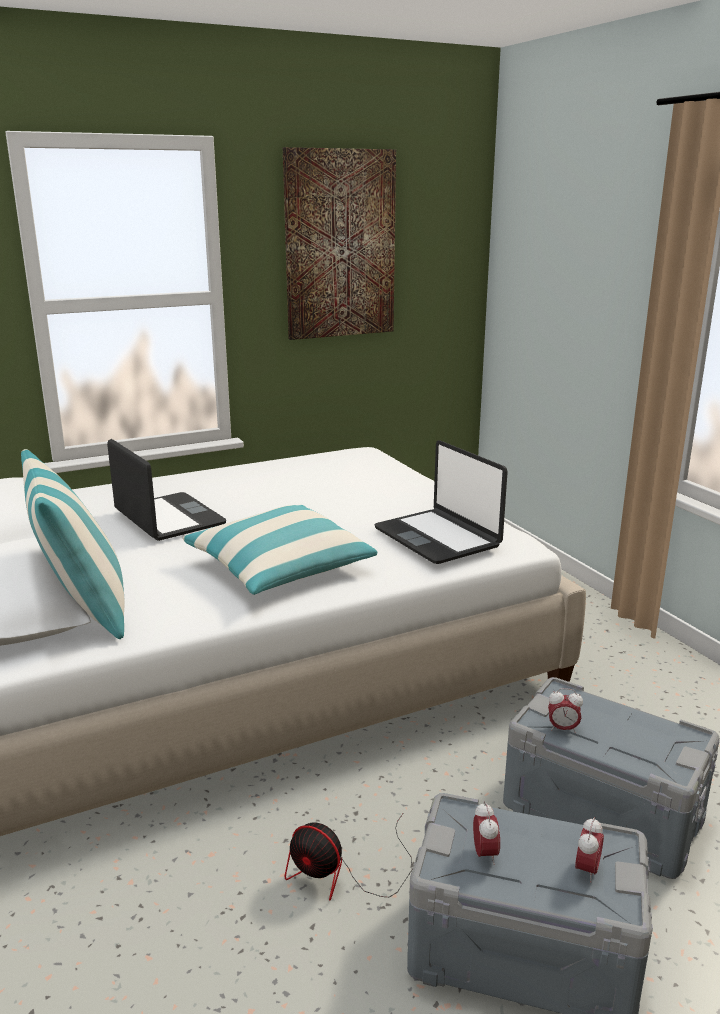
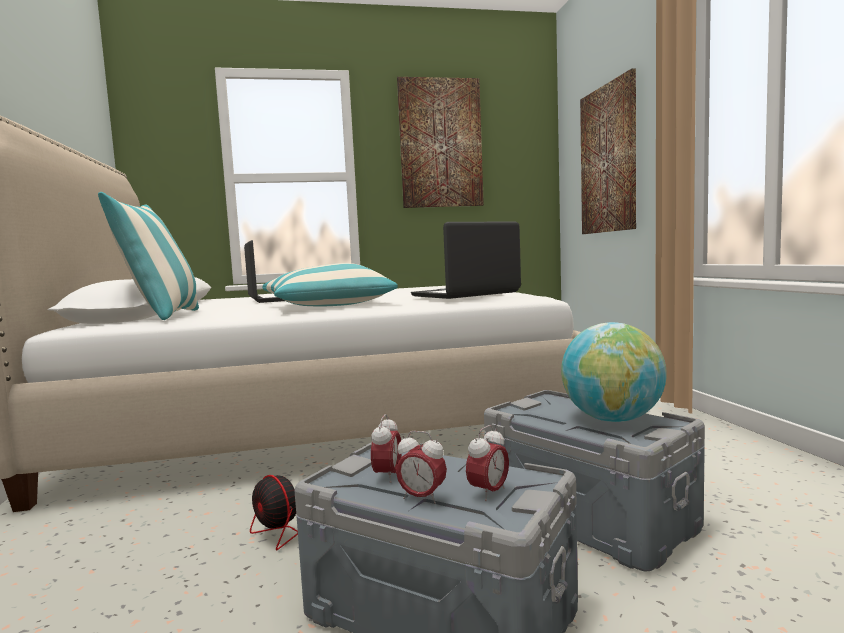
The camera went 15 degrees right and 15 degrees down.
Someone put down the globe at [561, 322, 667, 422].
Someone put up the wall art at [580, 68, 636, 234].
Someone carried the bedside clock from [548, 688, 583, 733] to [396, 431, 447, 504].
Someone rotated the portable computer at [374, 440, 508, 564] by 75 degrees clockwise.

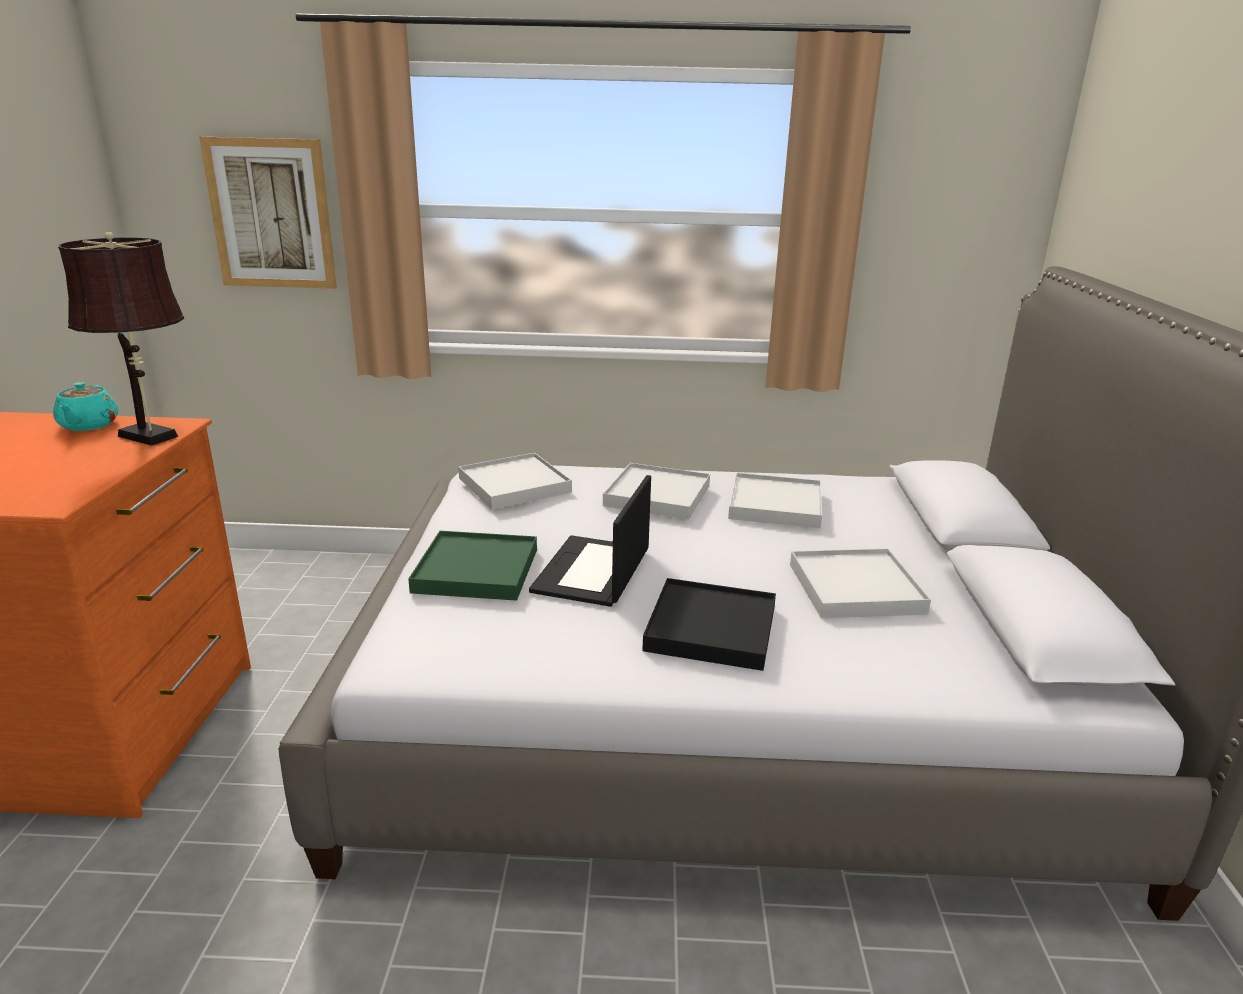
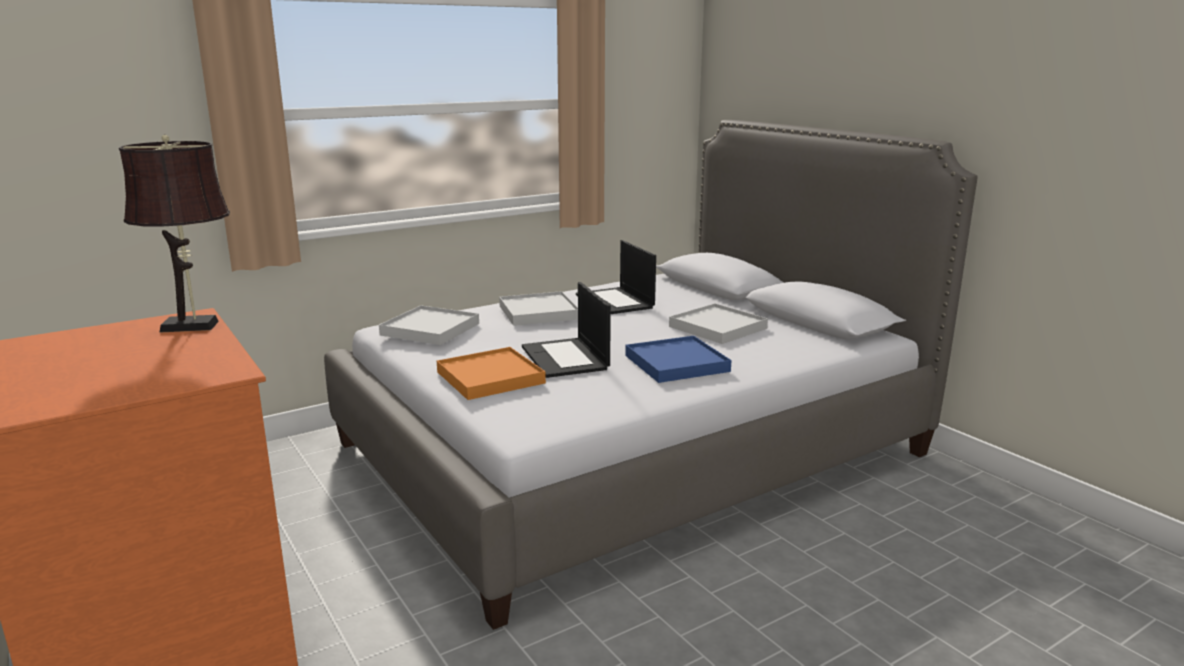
The camera went 35 degrees left and 5 degrees down.
Someone took away the pot for tea (turquoise) at [53, 382, 118, 431].
Someone took away the wall art at [199, 137, 337, 289].
Someone swapped the serving tray (white) at [728, 473, 822, 528] for the portable computer at [576, 240, 656, 314].
Someone repainted the serving tray (green-coloured) at [408, 531, 537, 601], which became the serving tray (orangey) at [437, 347, 546, 400].
Someone repainted the serving tray (black-coloured) at [642, 578, 776, 671], which became the serving tray (blue) at [625, 336, 732, 383].

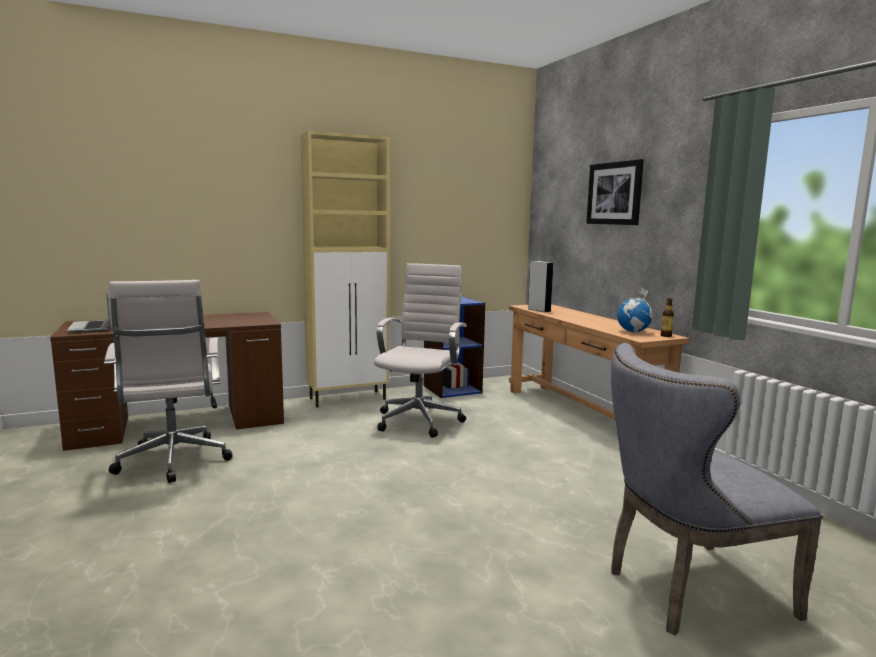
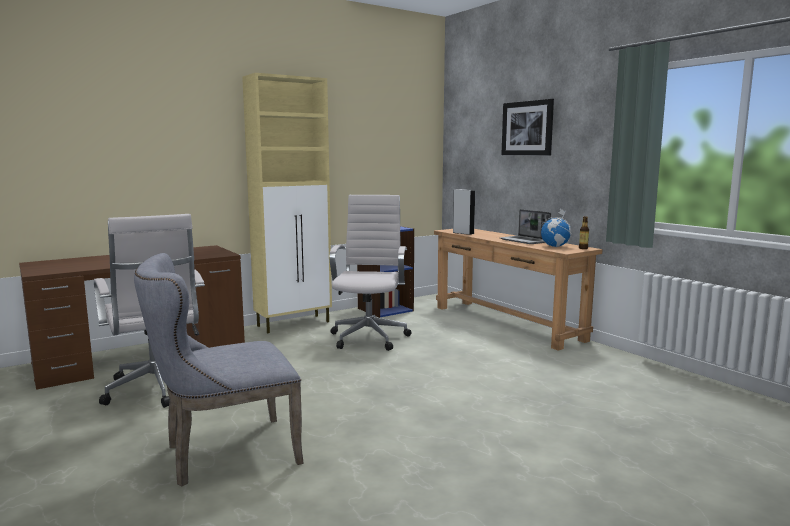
The camera went 10 degrees left and 0 degrees up.
Someone carried the portable computer from [67, 288, 112, 333] to [500, 209, 551, 244].
Someone carried the chair (greyish) from [611, 343, 823, 636] to [134, 253, 304, 487].

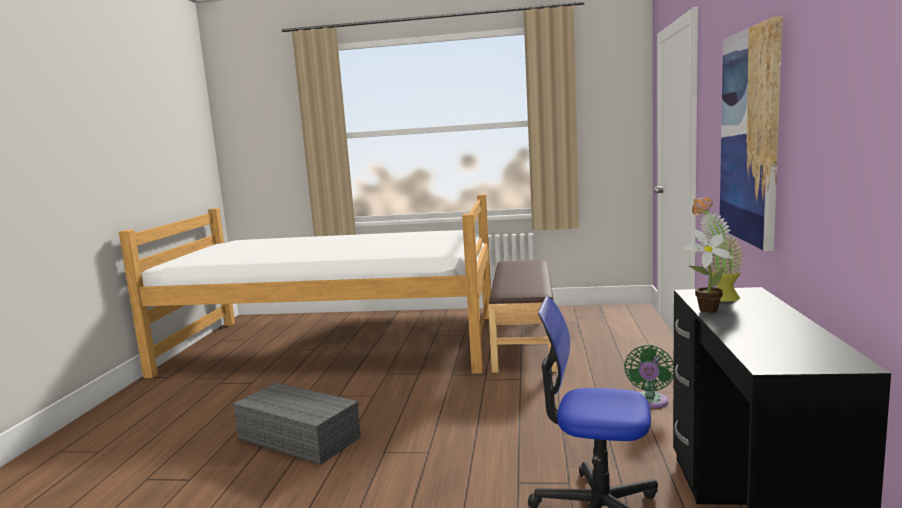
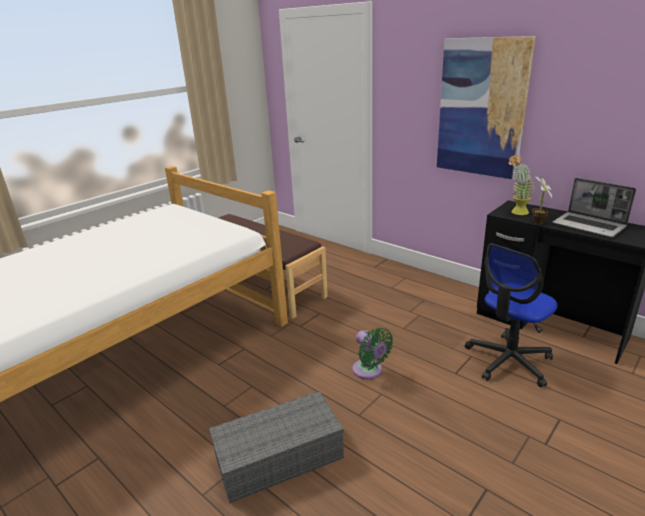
The camera went 55 degrees left and 15 degrees up.
Someone put down the portable computer at [552, 178, 636, 237].
Someone carried the electric fan (green-coloured) from [624, 345, 674, 408] to [352, 328, 393, 379].

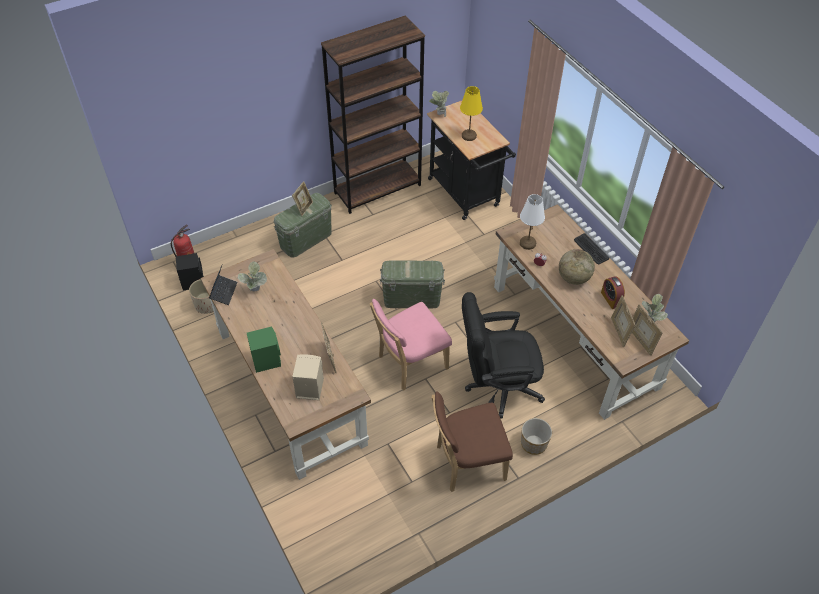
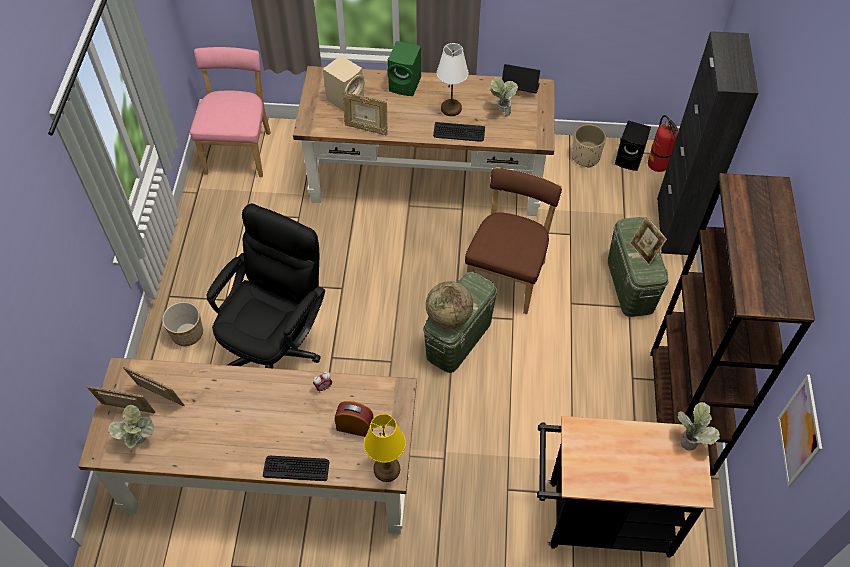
The camera went 125 degrees right and 5 degrees up.
Someone put down the keyboard at [433, 122, 485, 142].
Someone put down the cabinet (black-coloured) at [657, 31, 758, 255].
Someone put up the wall art at [778, 375, 822, 487].
Someone carried the chair (pinkish) from [370, 299, 452, 390] to [190, 47, 271, 177].
Someone carried the chair (brown-coloured) from [432, 391, 513, 492] to [465, 167, 562, 314].
Someone carried the table lamp (yellow-coloured) from [460, 86, 483, 141] to [364, 414, 406, 482].
Someone carried the table lamp (white) from [520, 194, 545, 250] to [437, 43, 468, 116].
Someone carried the globe from [559, 249, 595, 285] to [426, 281, 473, 329].
Someone carried the bedside clock from [601, 276, 625, 309] to [335, 401, 373, 437].
Someone rotated the portable computer at [209, 265, 238, 305] by 150 degrees clockwise.

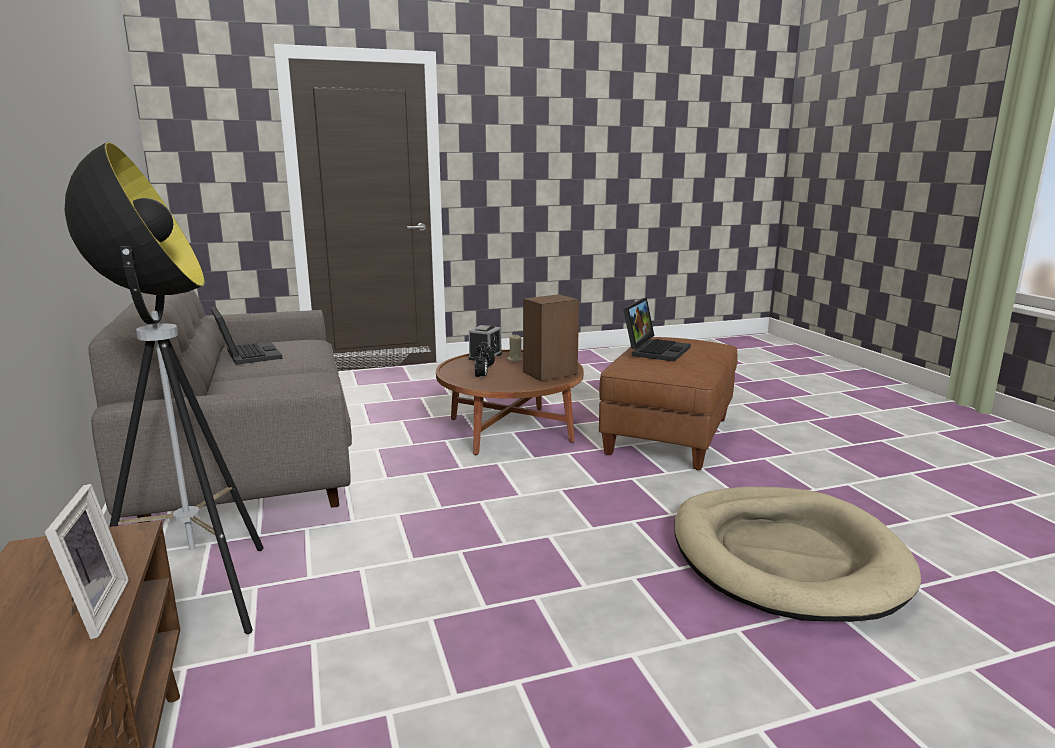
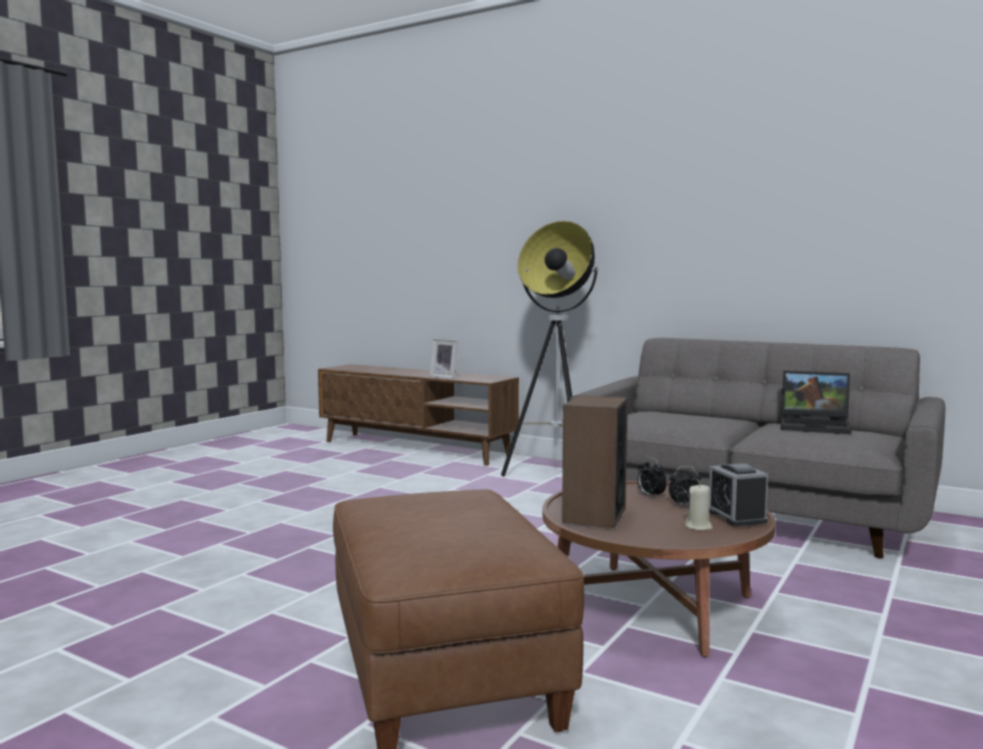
The camera went 140 degrees right and 10 degrees down.
Someone took away the portable computer at [623, 298, 691, 362].
Someone took away the pet bed (sand-coloured) at [674, 487, 921, 622].

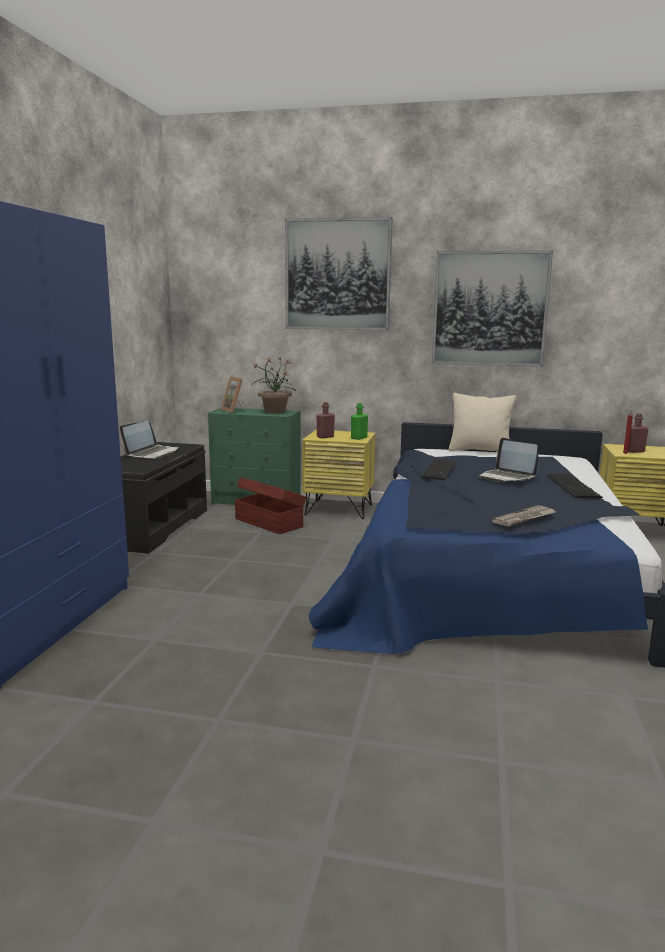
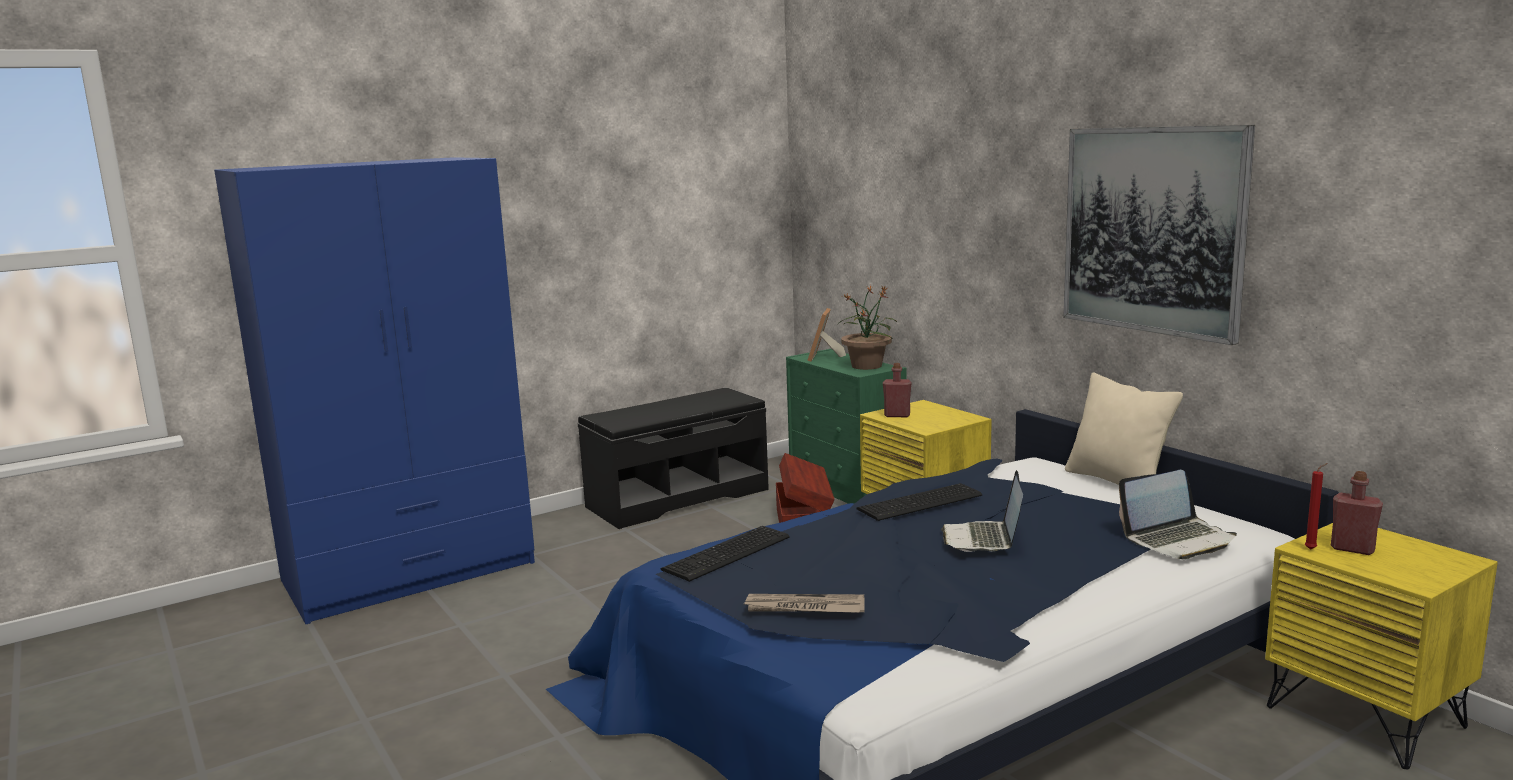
The camera went 45 degrees right and 0 degrees up.
Someone took away the wall art at [285, 217, 393, 331].
Someone took away the drink bottle (green-coloured) at [351, 403, 368, 440].
Someone carried the portable computer from [120, 421, 178, 459] to [1119, 470, 1237, 559].
Someone carried the keyboard from [547, 474, 603, 498] to [661, 526, 790, 582].

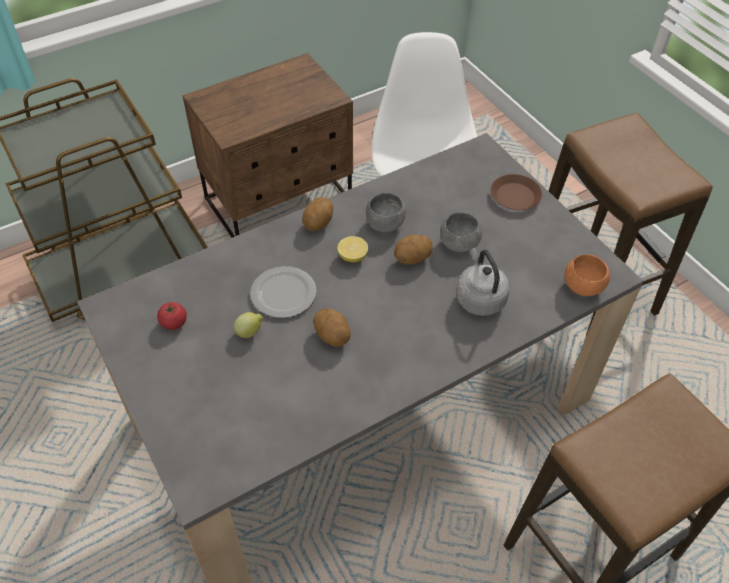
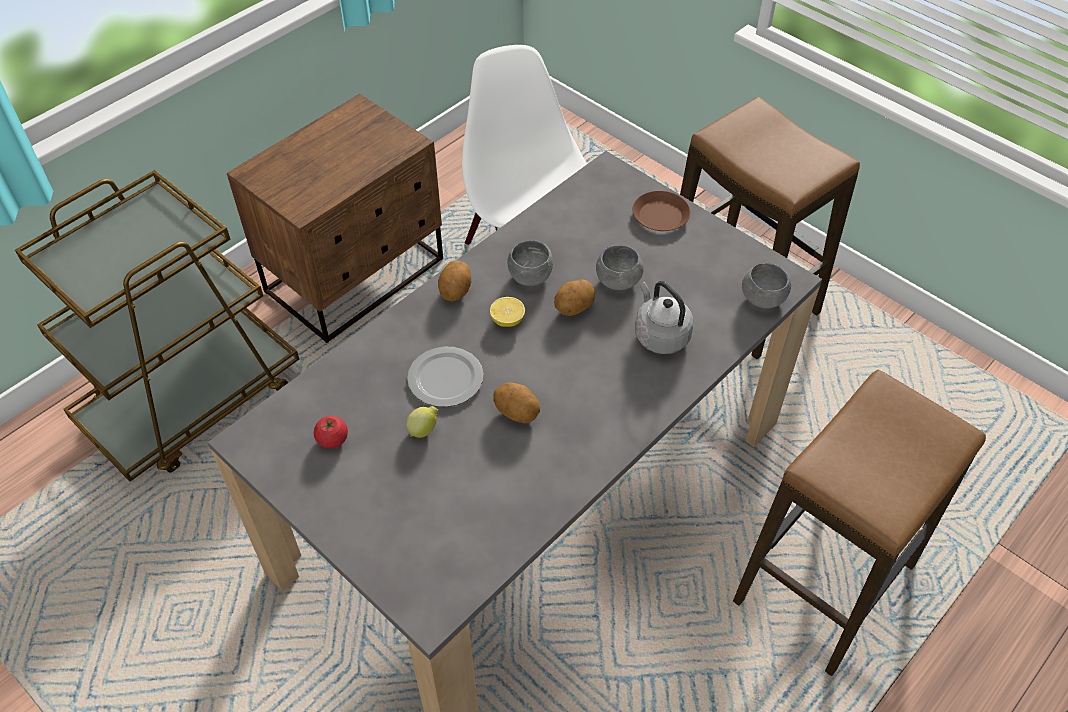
The camera went 15 degrees left and 0 degrees up.
Someone repainted the bowl (orangey) at [564, 254, 610, 296], which became the bowl (greyish) at [742, 263, 791, 309].

